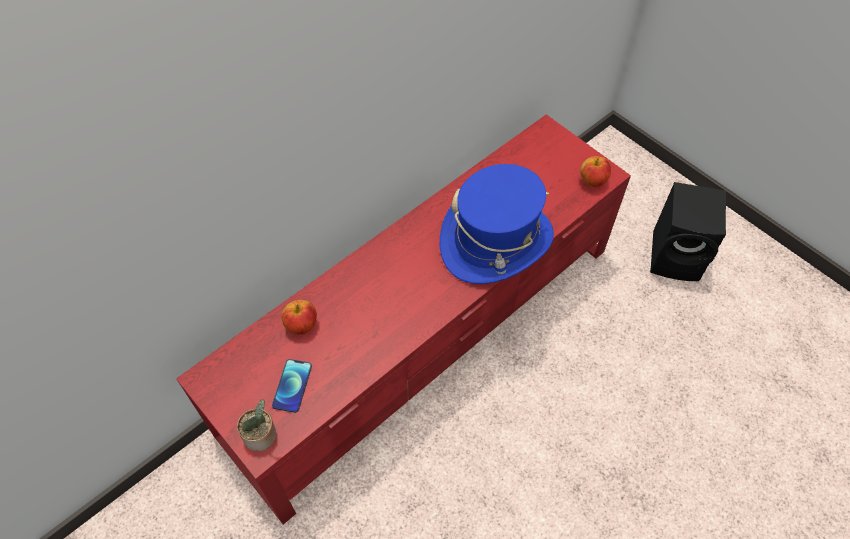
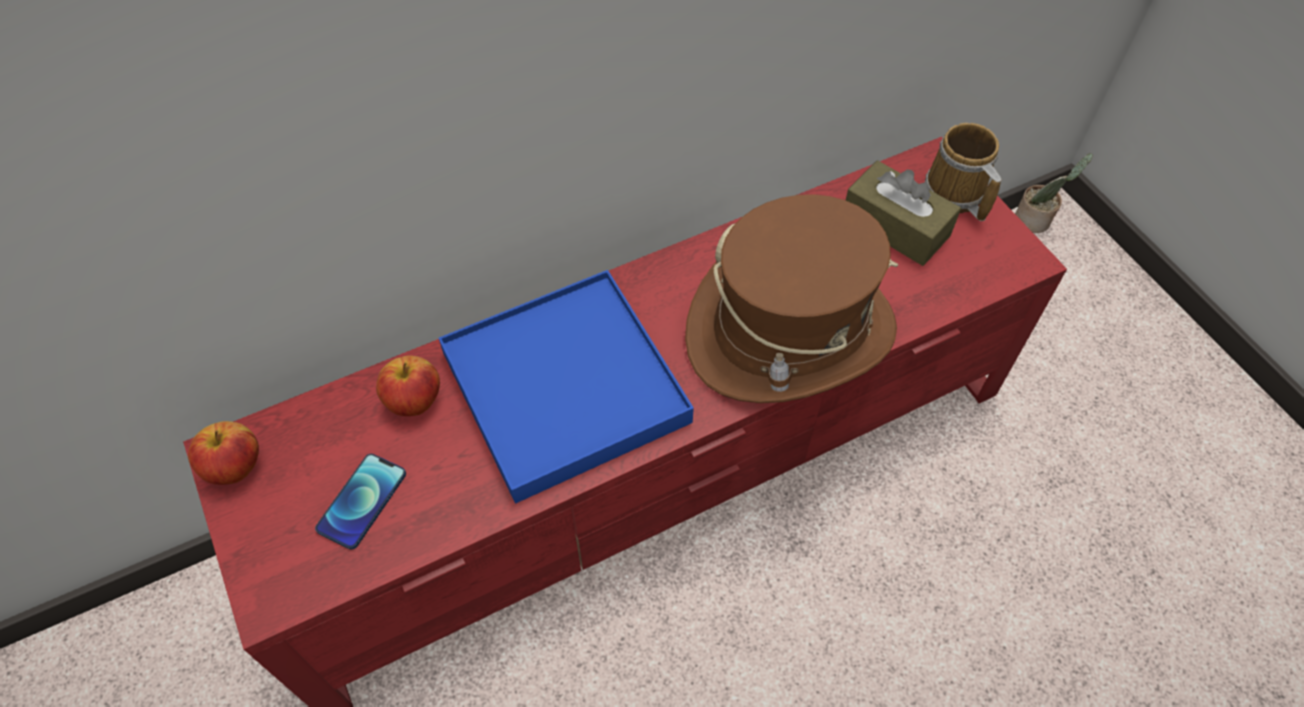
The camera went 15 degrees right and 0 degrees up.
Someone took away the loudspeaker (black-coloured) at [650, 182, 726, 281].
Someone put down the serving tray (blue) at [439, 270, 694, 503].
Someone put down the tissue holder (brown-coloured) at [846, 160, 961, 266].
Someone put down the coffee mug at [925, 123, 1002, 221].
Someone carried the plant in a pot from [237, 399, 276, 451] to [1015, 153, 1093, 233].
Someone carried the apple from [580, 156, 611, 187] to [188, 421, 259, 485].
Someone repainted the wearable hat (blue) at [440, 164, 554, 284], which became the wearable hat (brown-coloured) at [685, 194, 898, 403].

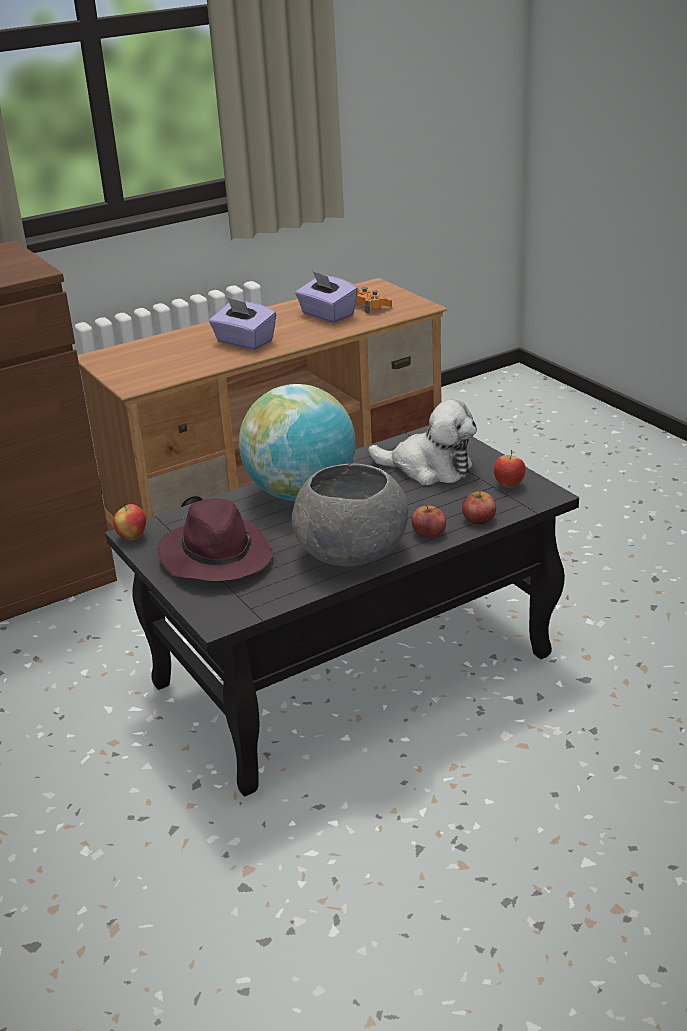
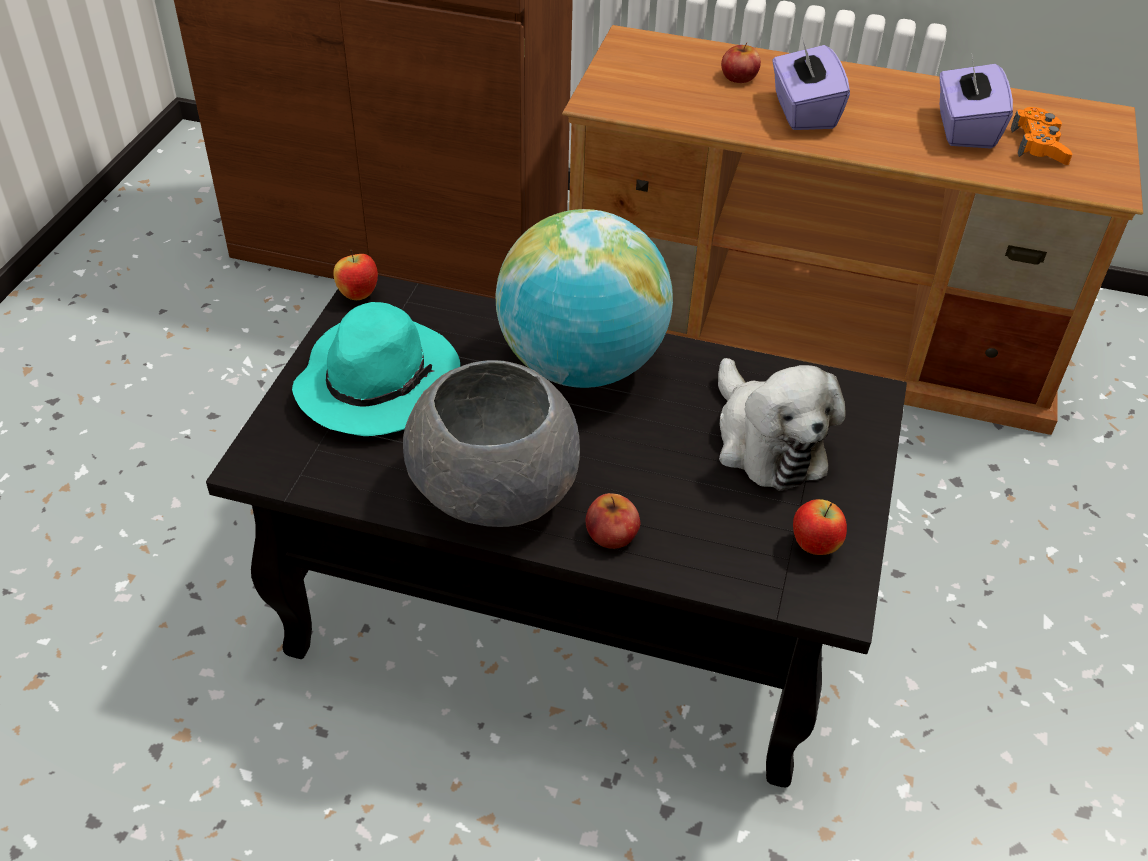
The camera went 45 degrees right and 15 degrees up.
Someone carried the apple from [462, 491, 496, 524] to [721, 43, 761, 83].
Someone repainted the wearable hat (purple-coloured) at [158, 498, 273, 581], which became the wearable hat (turquoise) at [292, 302, 460, 436].

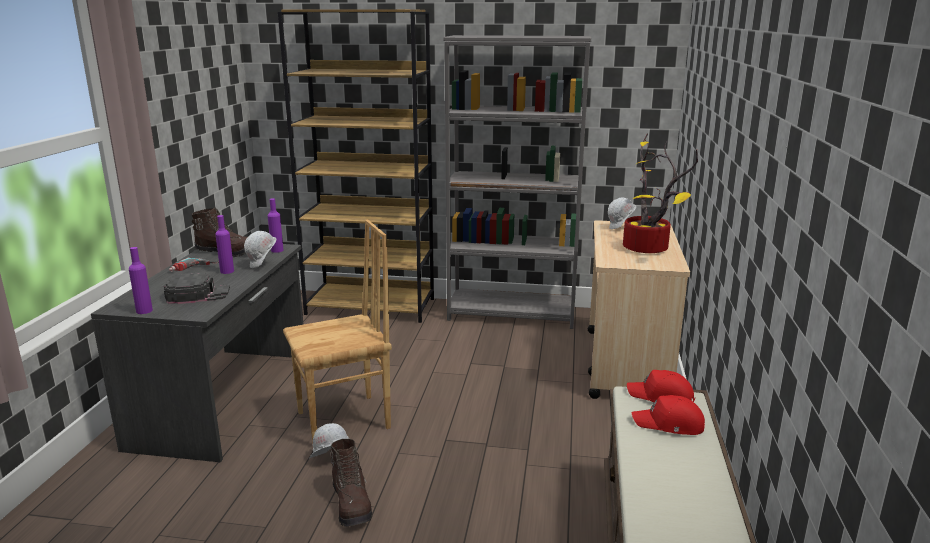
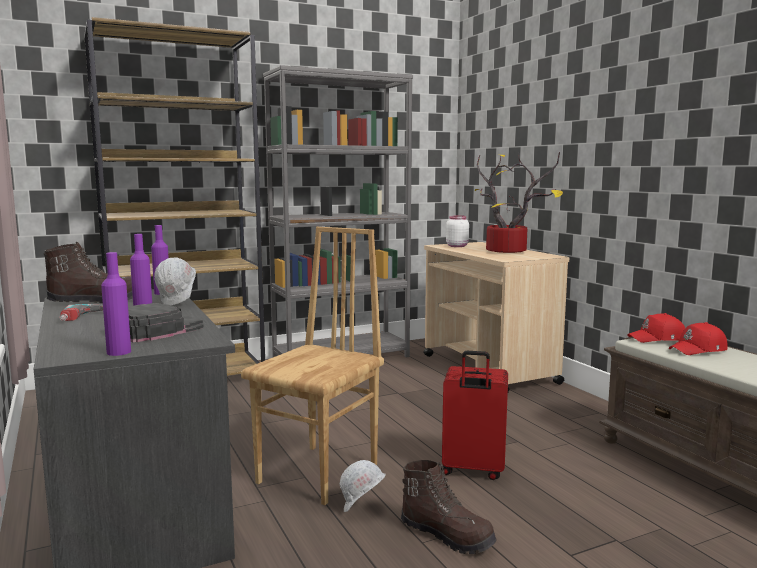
The camera went 35 degrees left and 10 degrees down.
Someone put down the suitcase (reddish) at [442, 351, 508, 480].
Someone swapped the hard hat (white) at [608, 198, 636, 229] for the jar (white) at [446, 215, 469, 247].

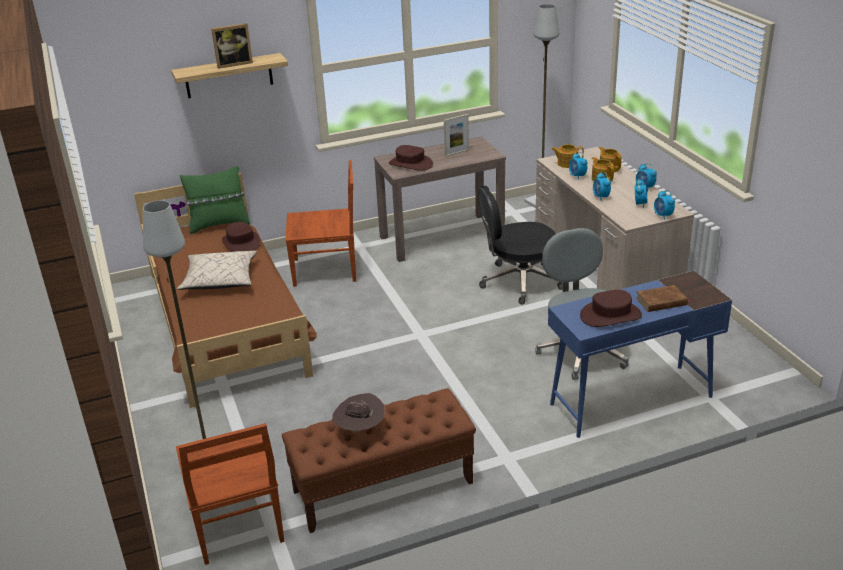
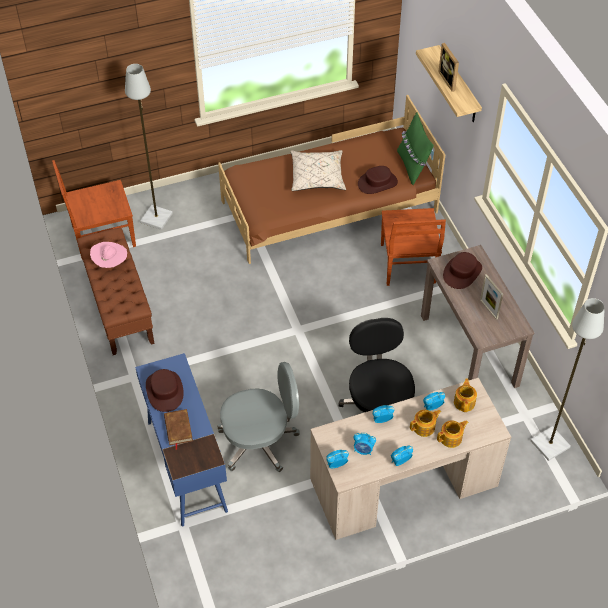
The camera went 90 degrees right and 20 degrees up.
Someone repainted the wearable hat (brown-coloured) at [332, 393, 385, 433], which became the wearable hat (pinkish) at [90, 242, 127, 268].

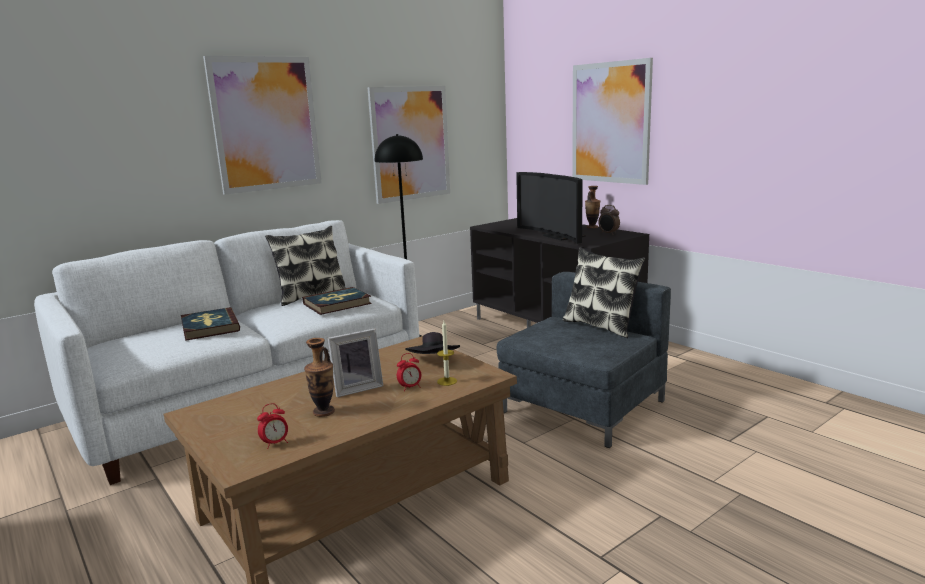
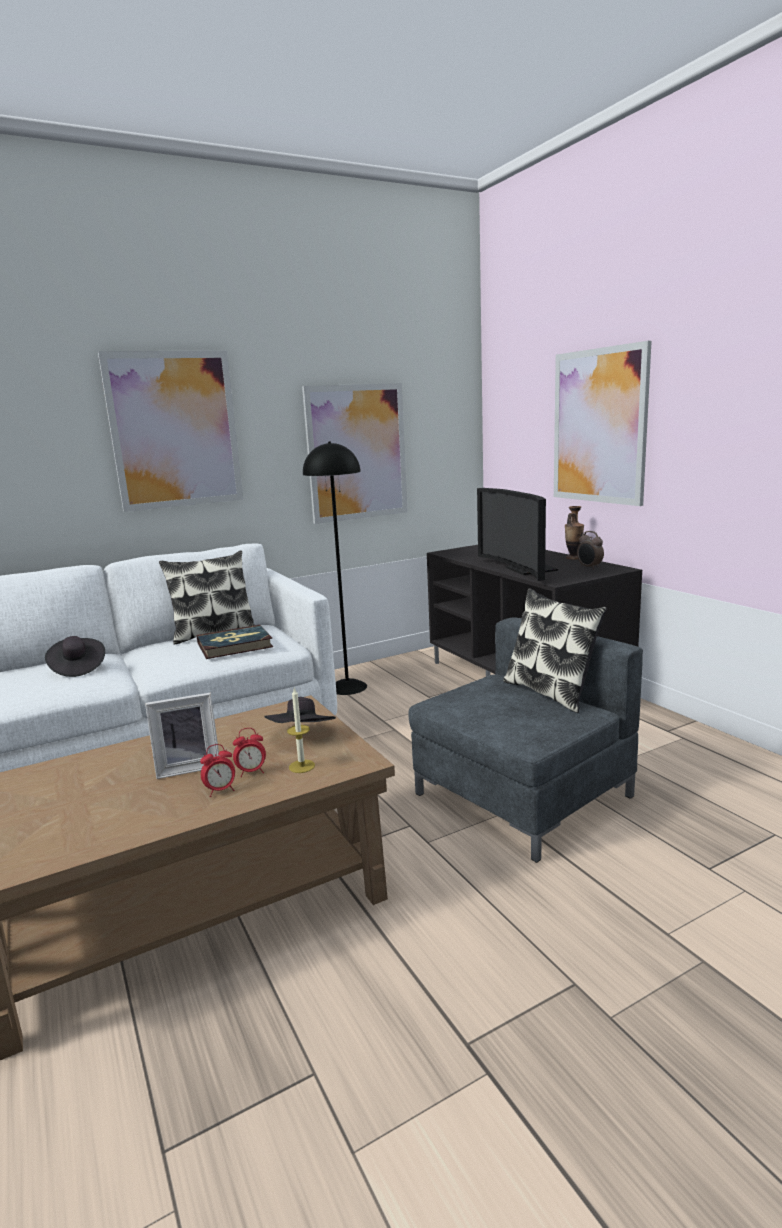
The camera went 10 degrees right and 0 degrees up.
Someone took away the flower vase at [304, 338, 335, 417].
Someone carried the bedside clock from [257, 403, 288, 449] to [200, 744, 235, 797].
Someone swapped the volume at [181, 307, 240, 341] for the wearable hat (black-coloured) at [45, 636, 105, 677].

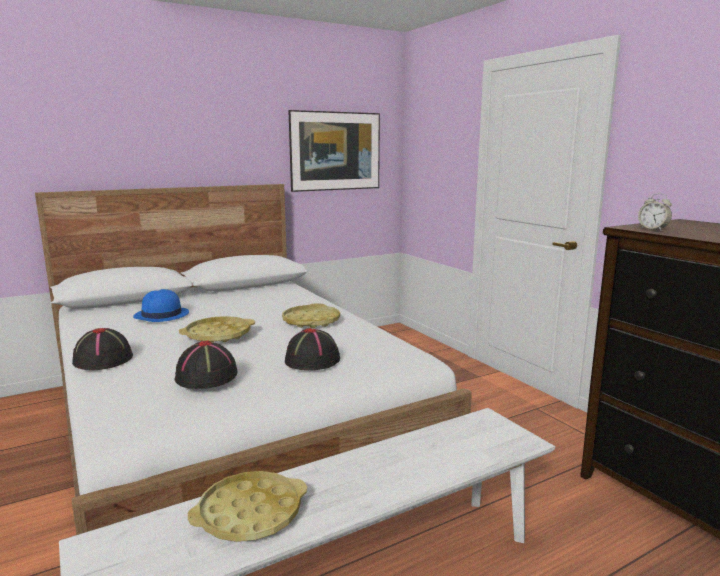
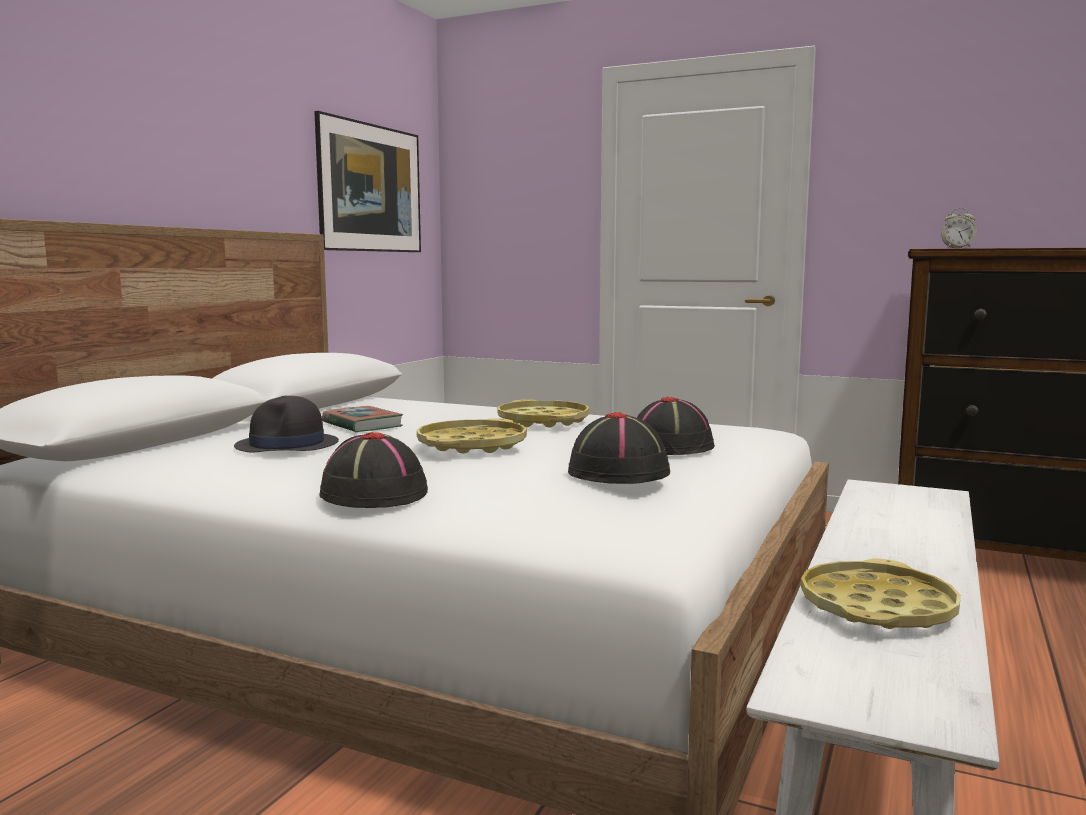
The camera went 35 degrees left and 5 degrees down.
Someone put down the volume at [322, 406, 403, 433].
Someone repainted the wearable hat (blue) at [133, 289, 189, 322], which became the wearable hat (black-coloured) at [234, 396, 339, 452].

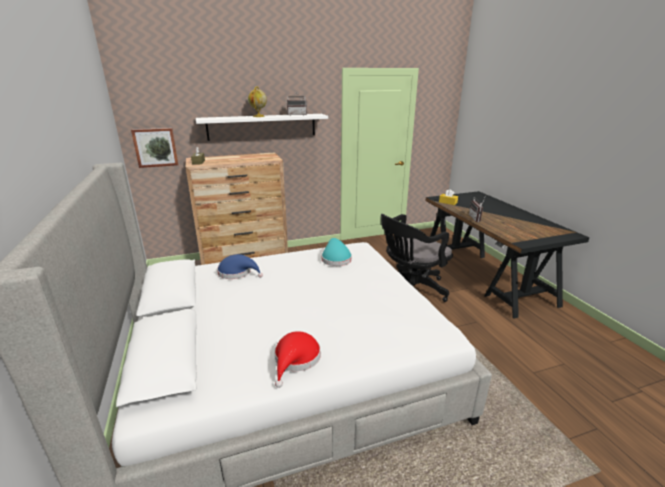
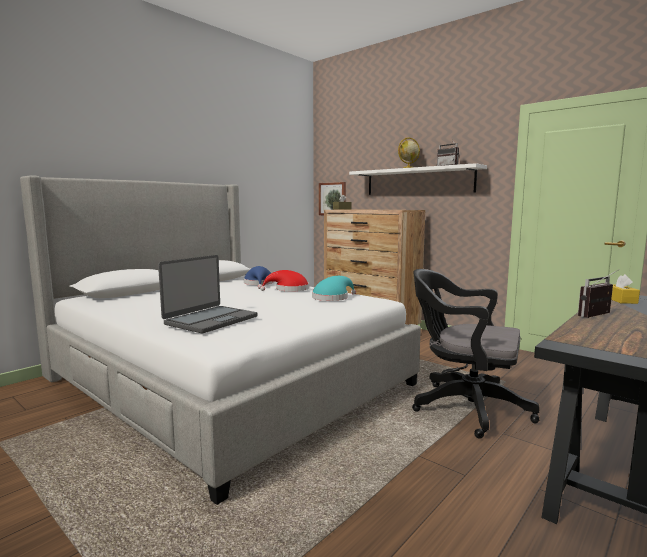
The camera went 60 degrees right and 15 degrees down.
Someone put down the portable computer at [158, 255, 258, 333].
Someone carried the wearable hat (reddish) from [274, 331, 321, 388] to [260, 270, 309, 292].

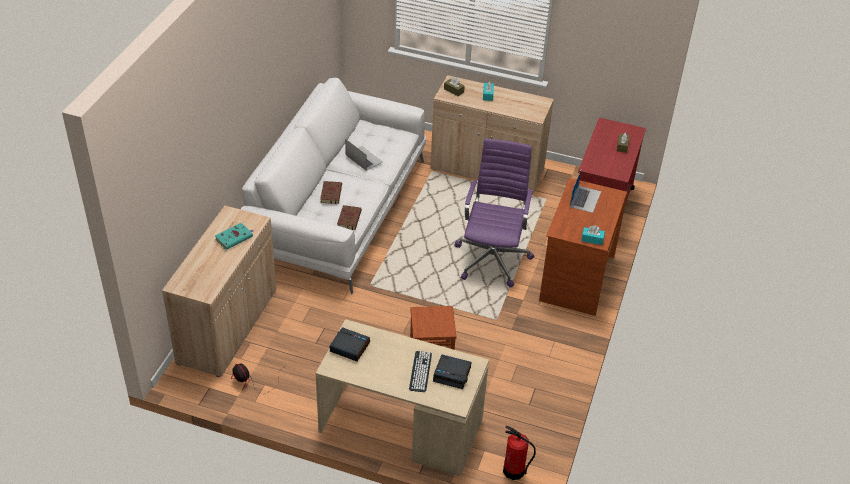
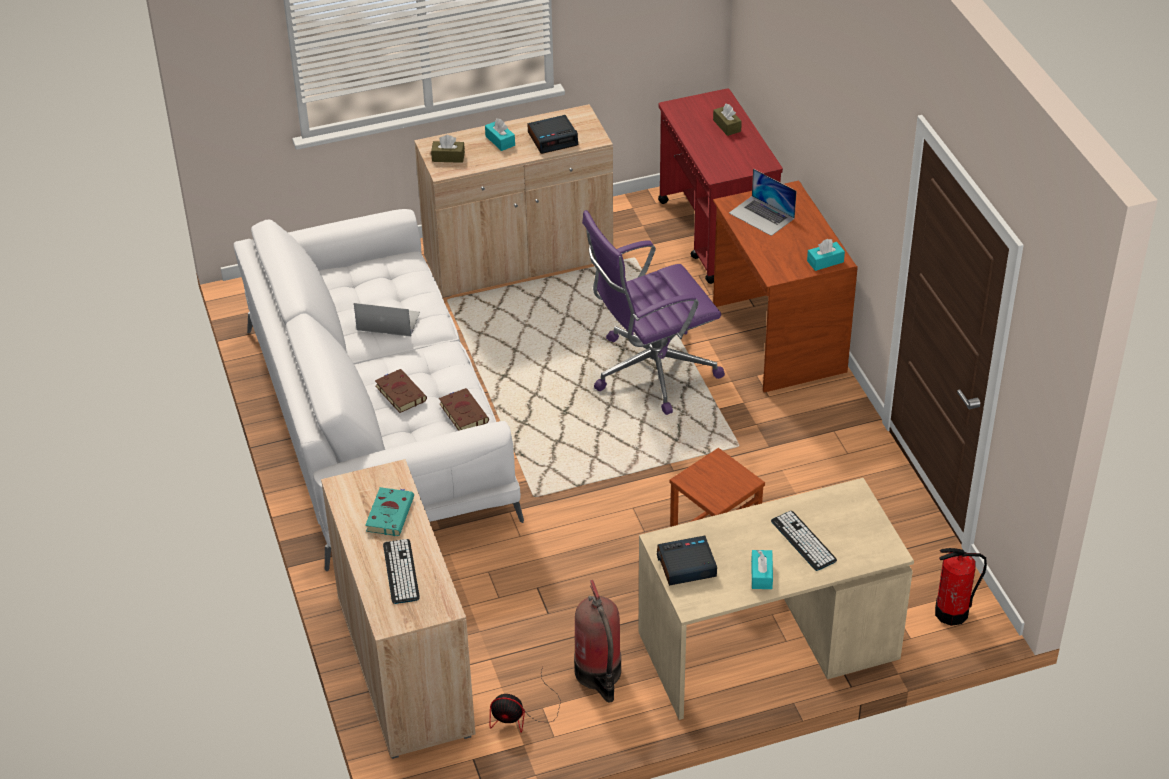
The camera went 35 degrees left and 0 degrees up.
Someone put down the keyboard at [383, 539, 420, 604].
Someone put down the extinguisher at [574, 580, 621, 702].
Someone put down the tissue holder (turquoise) at [751, 550, 773, 589].
Someone carried the bedside clock from [433, 354, 471, 389] to [527, 115, 578, 154].
Someone rotated the office chair (purple-coloured) at [454, 139, 534, 287] by 90 degrees counterclockwise.
Someone rotated the portable computer at [570, 171, 601, 213] by 150 degrees clockwise.

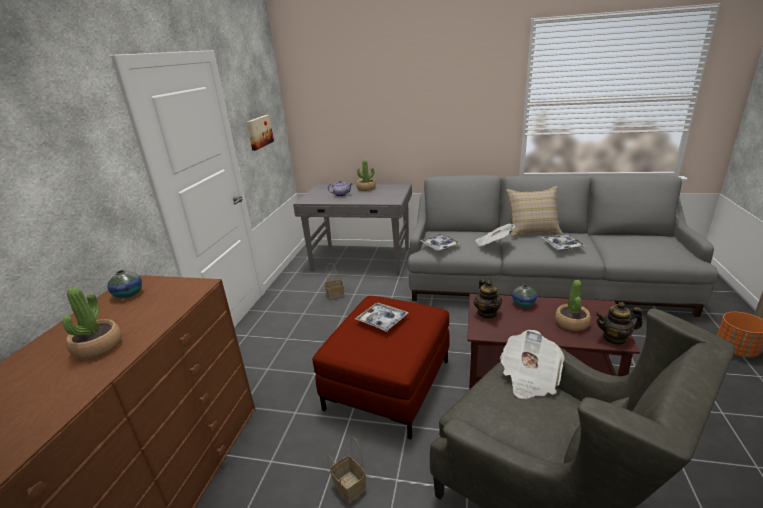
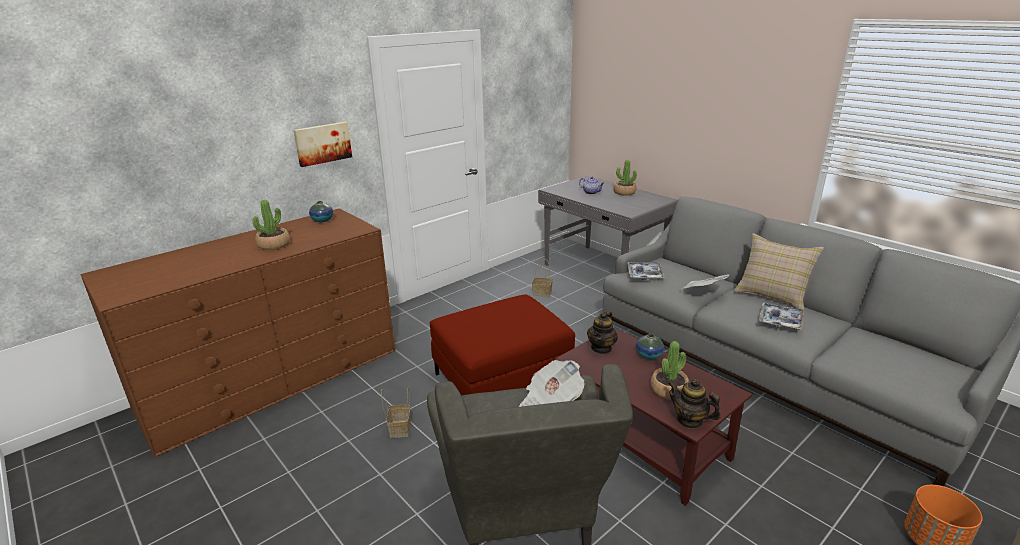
The camera went 35 degrees right and 0 degrees up.
Someone took away the serving tray at [355, 303, 408, 332].
Someone carried the wall art from [247, 115, 274, 150] to [293, 122, 352, 167].

